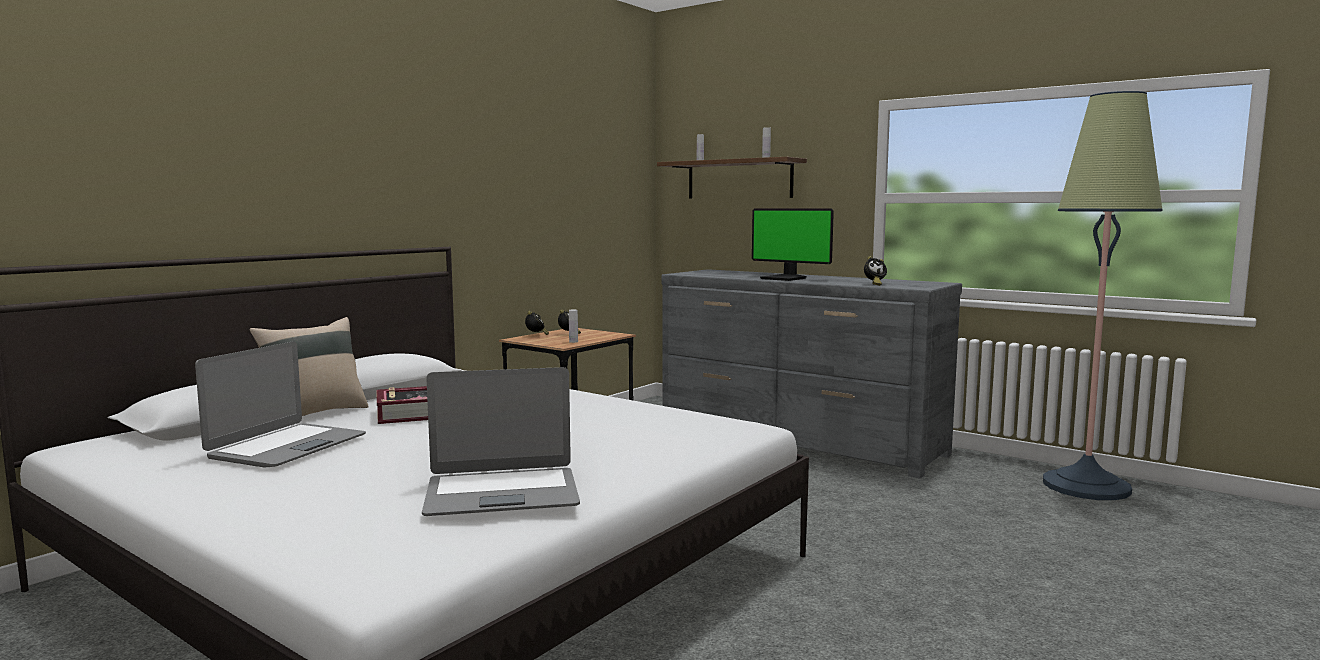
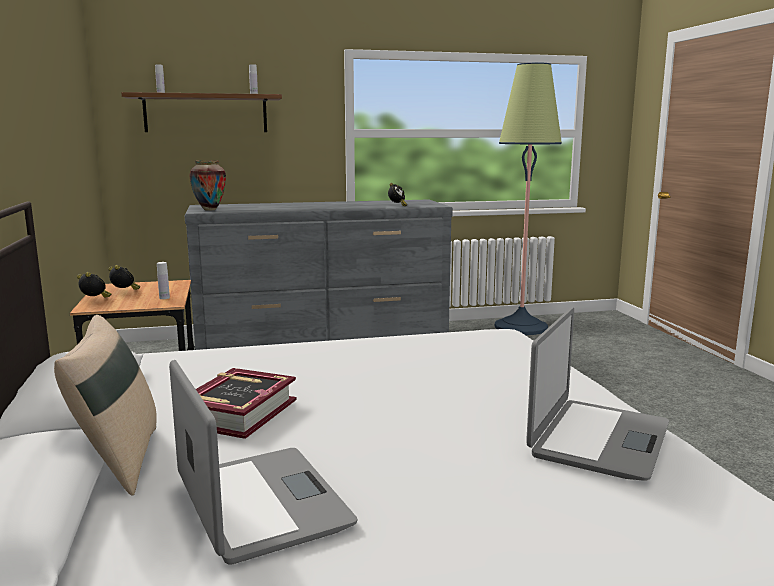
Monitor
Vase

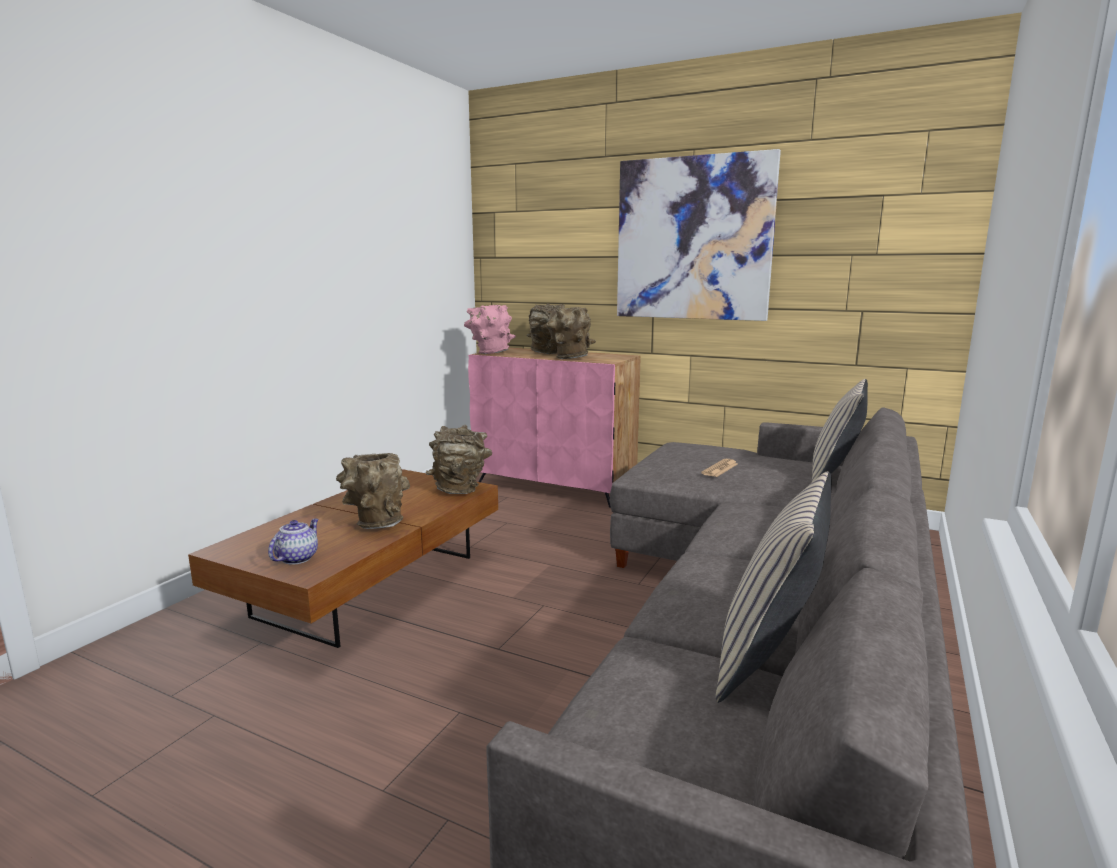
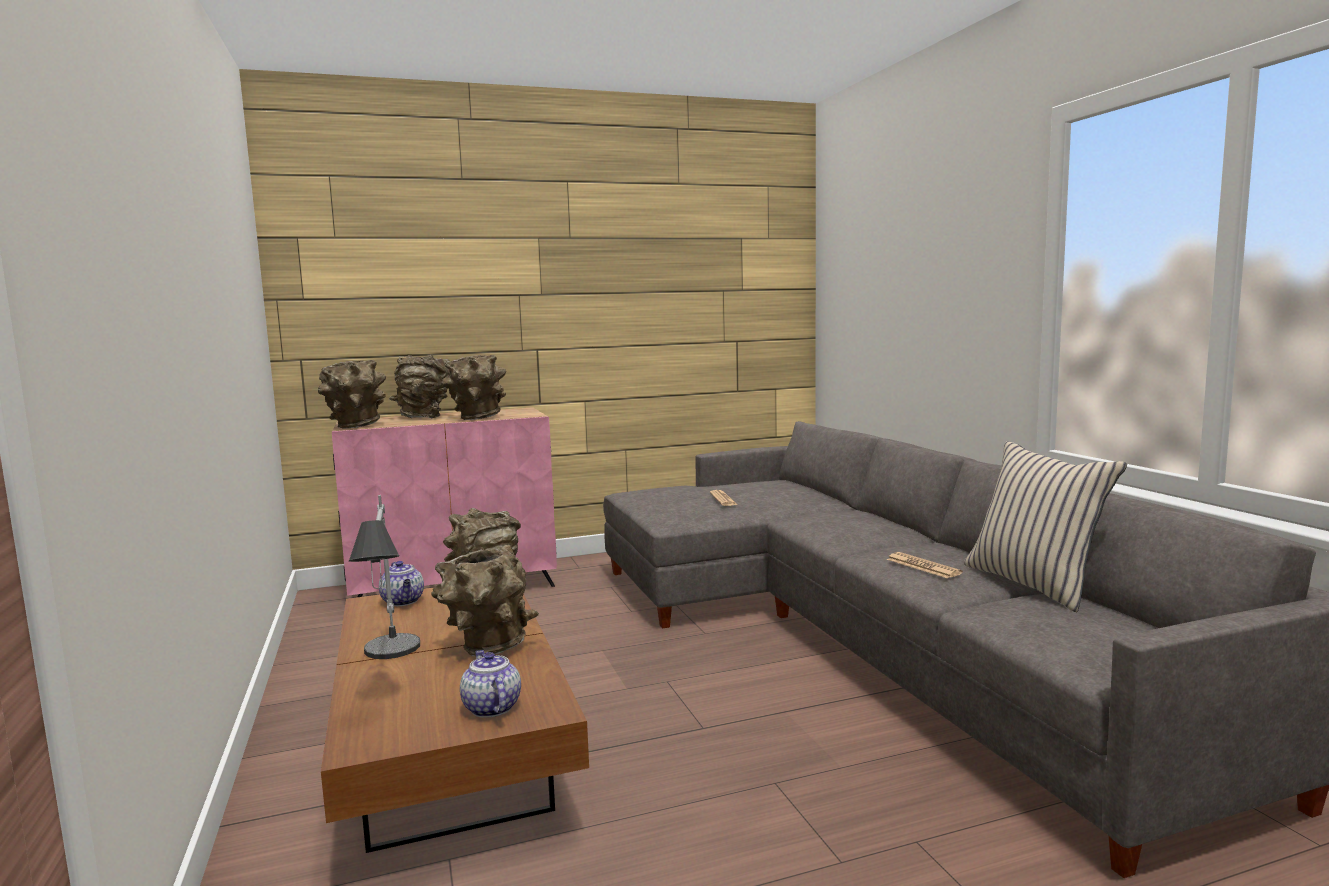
Vase (braun) (no. 1 from left)
Bild
Kissen (beige) (no. 2 from left in the first image)
Tischlampe
Teekanne (no. 1 from left)
Zeitung (no. 2 from left)

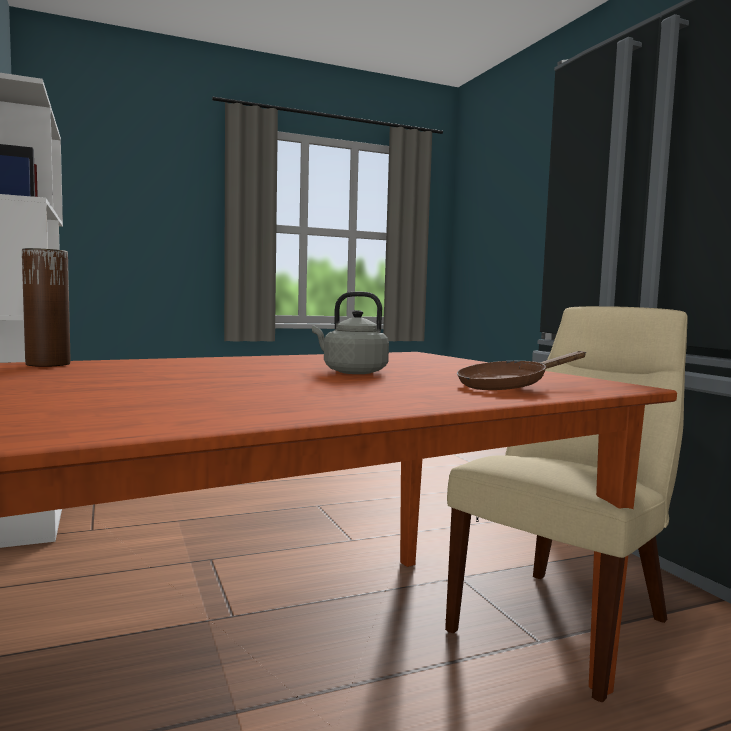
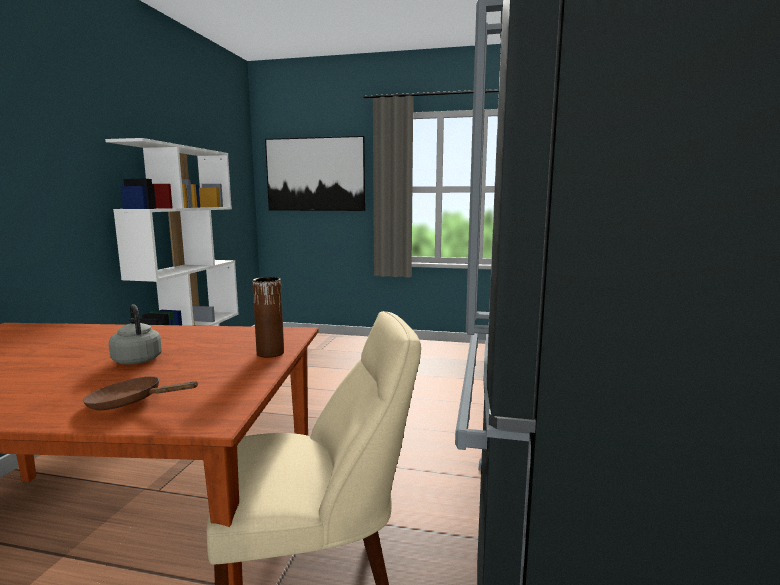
Vase (braun)
Bild

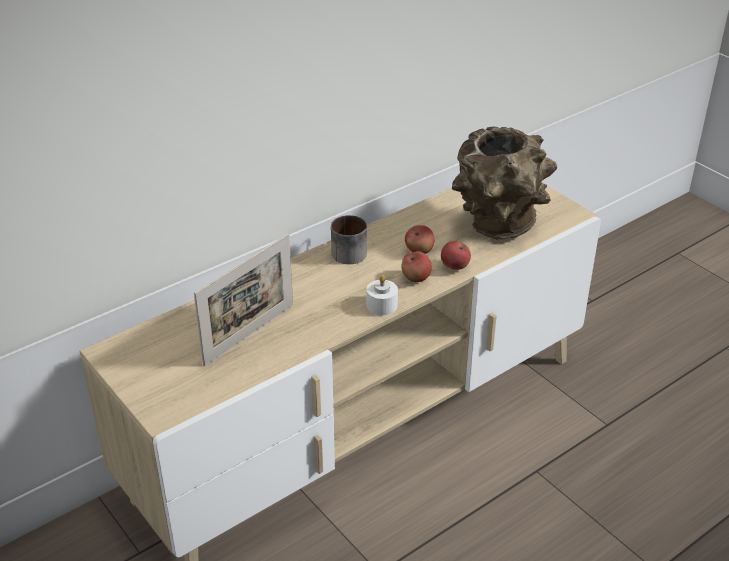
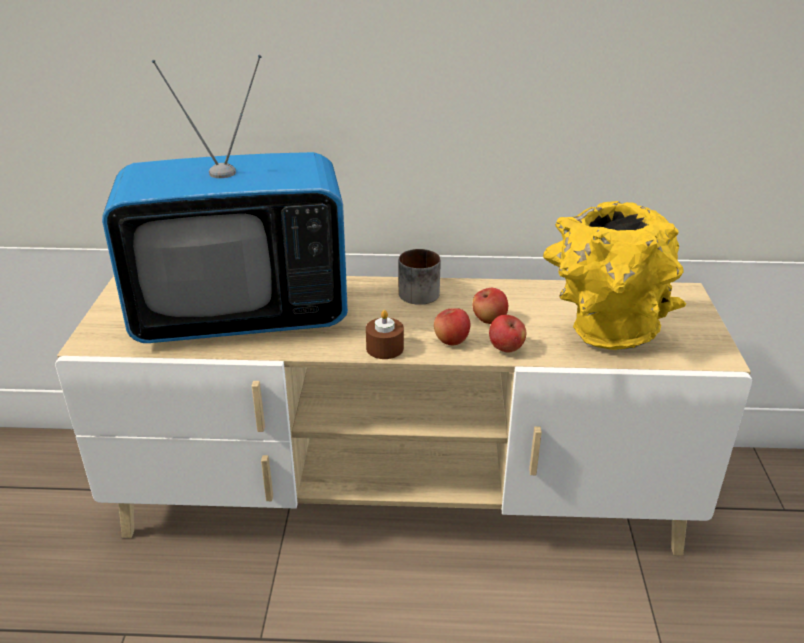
Fernseher
Kerze (braun)
Vase (gelb)

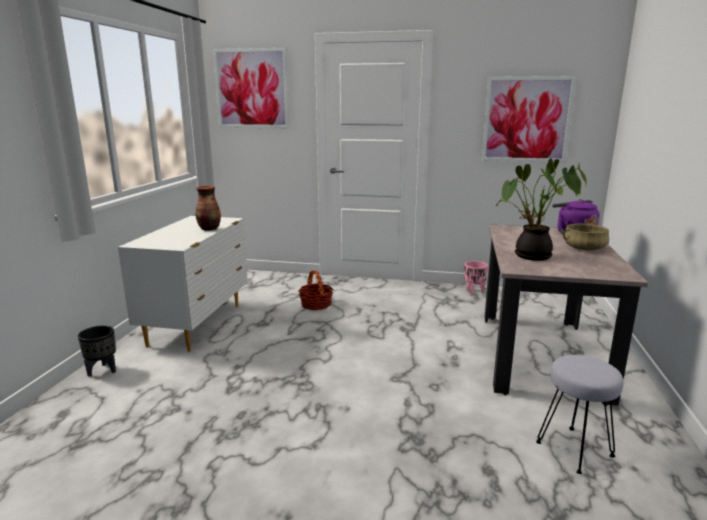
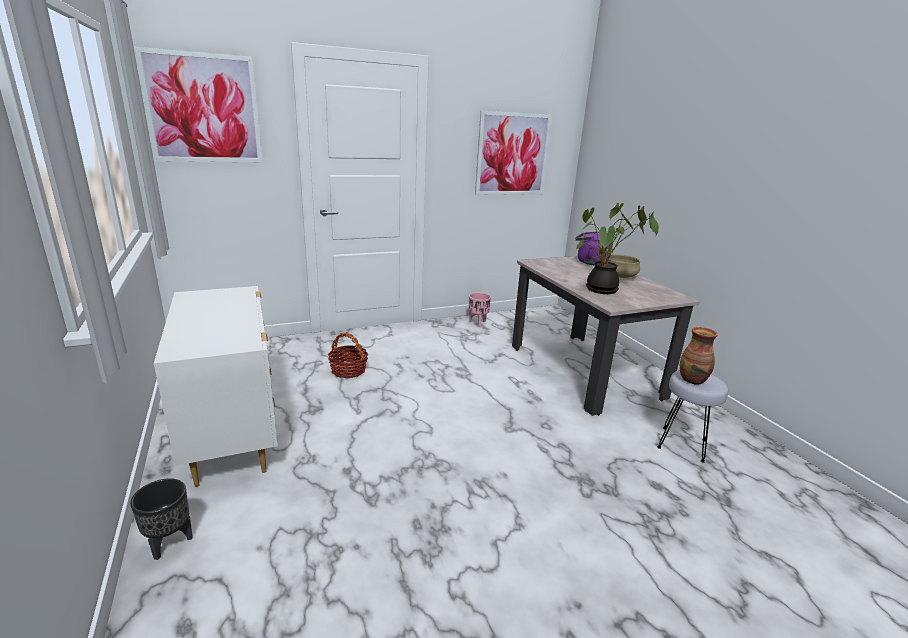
Vase

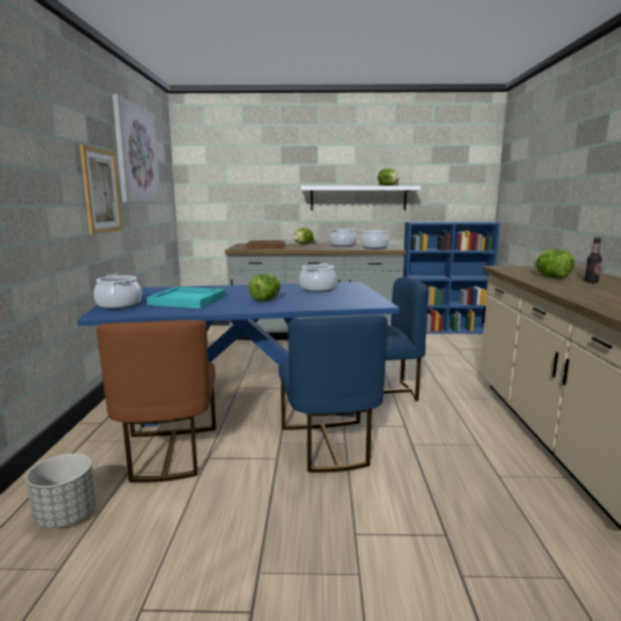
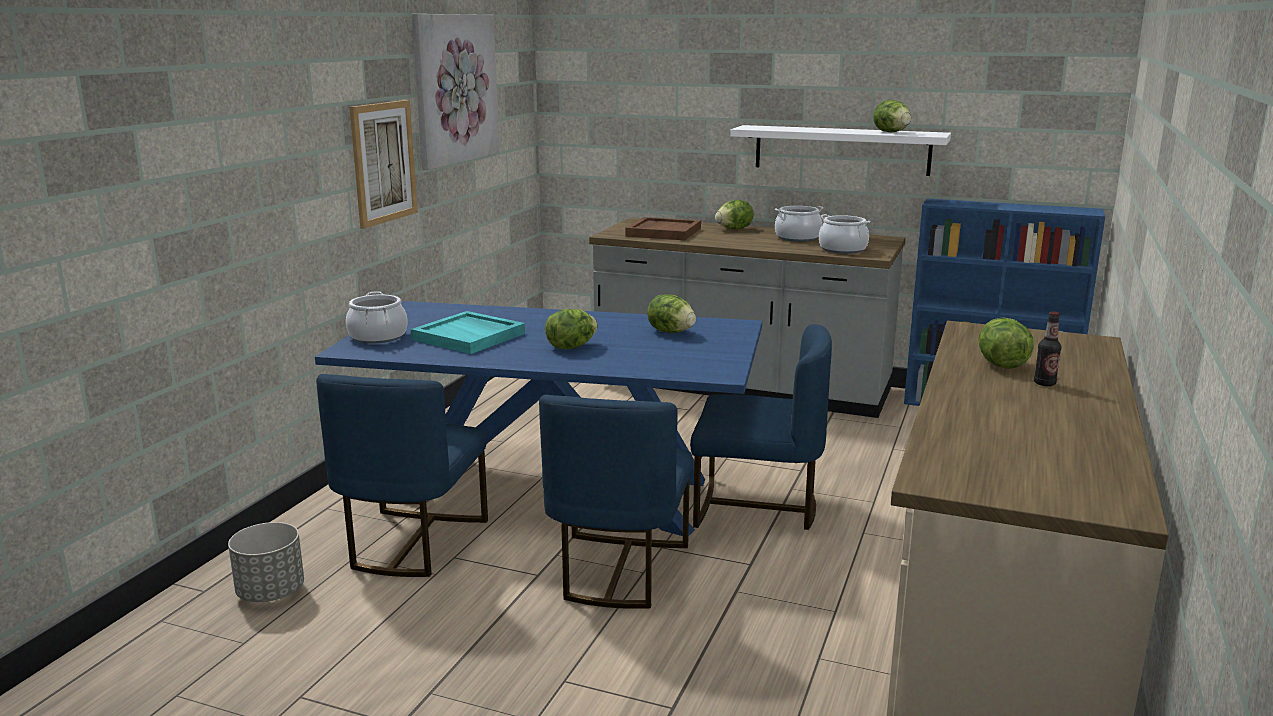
Stuhl (blau) (no. 1 from left)
Salatkopf (no. 2 from left)

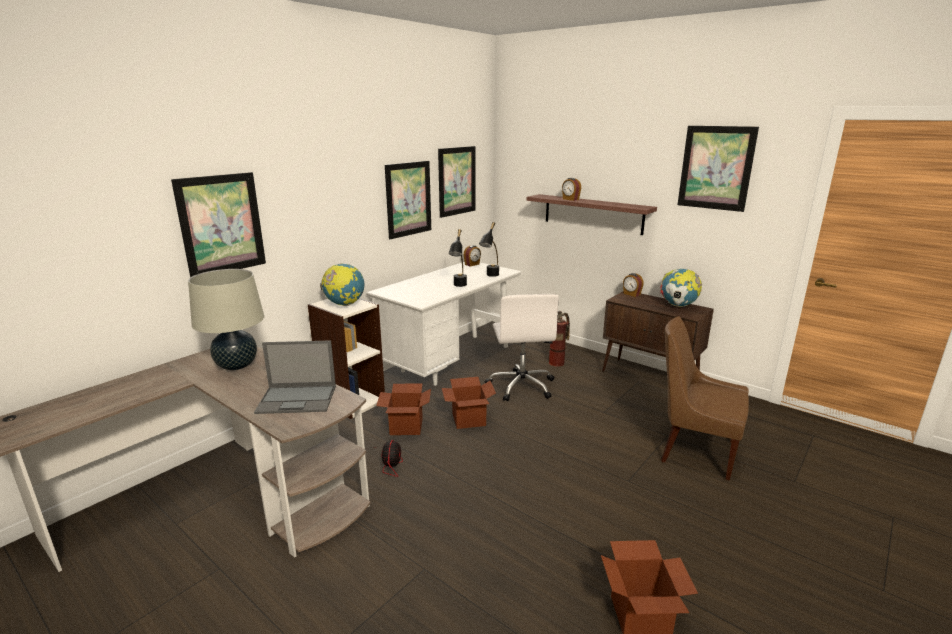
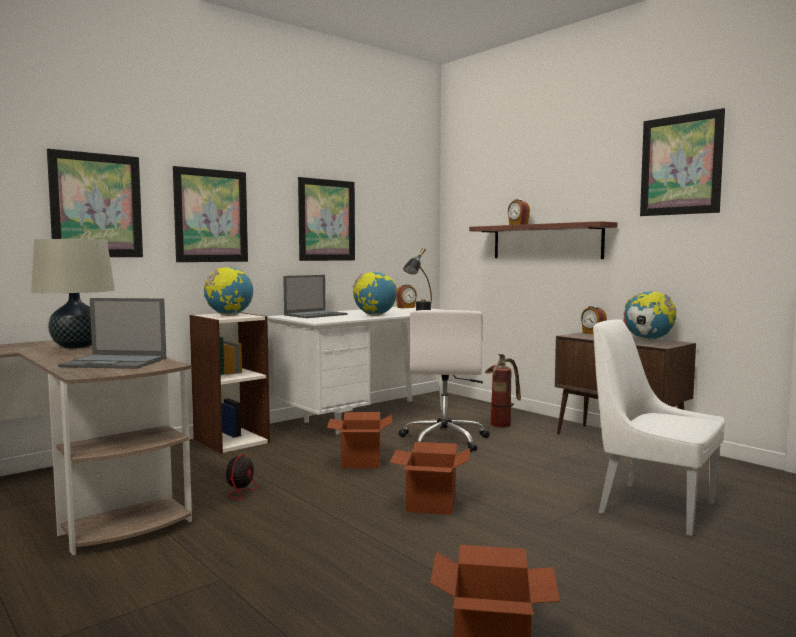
Karton (no. 2 from left)
Bild (no. 2 from left)
Globus (no. 2 from left)
Stuhl (weiß)
Laptop (no. 2 from left)

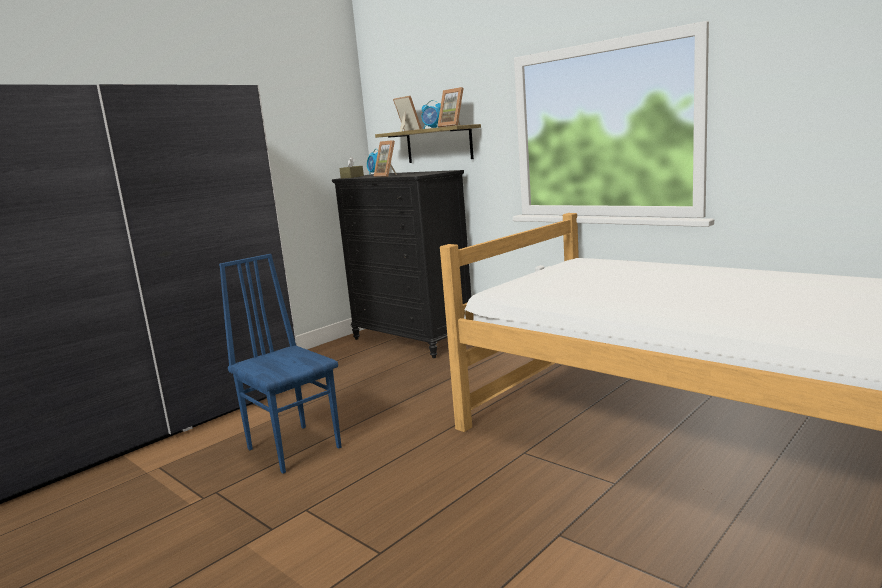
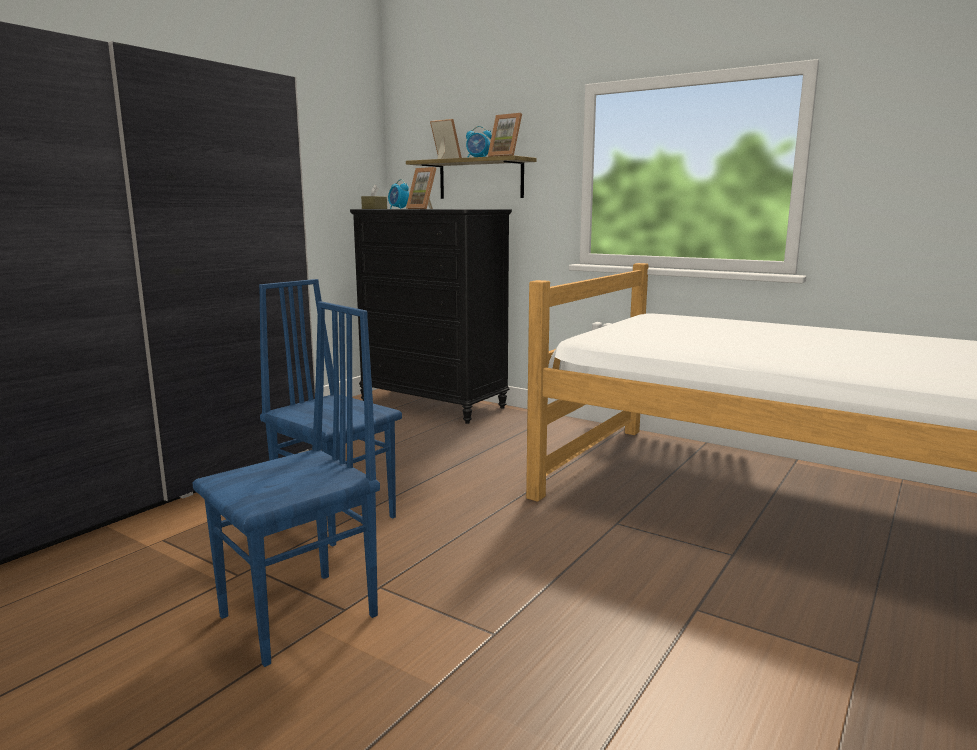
Stuhl (blau) (no. 1 from left)

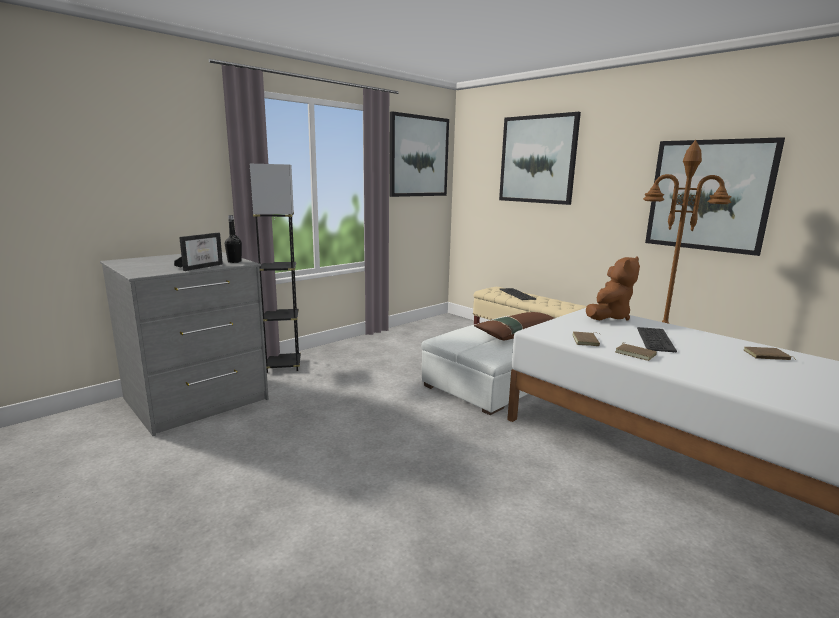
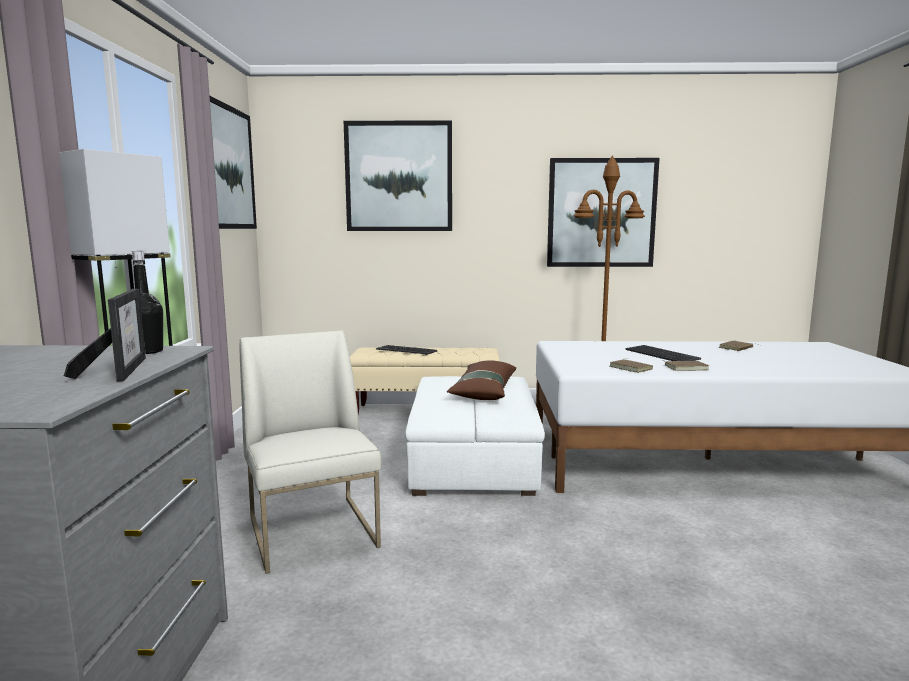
Plüschtier (braun)
Stuhl (weiß)

